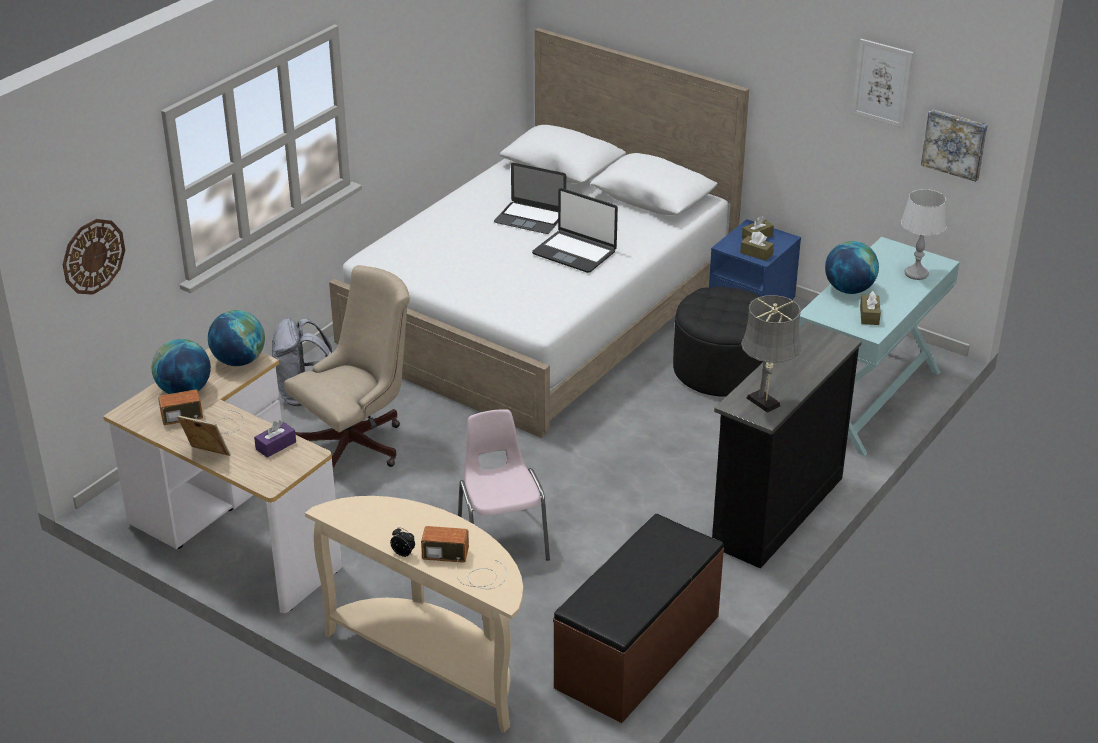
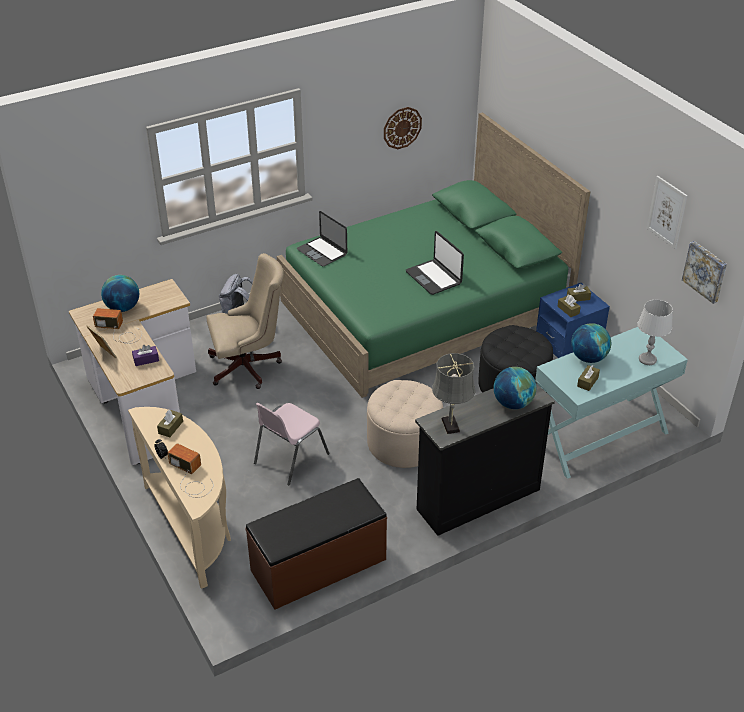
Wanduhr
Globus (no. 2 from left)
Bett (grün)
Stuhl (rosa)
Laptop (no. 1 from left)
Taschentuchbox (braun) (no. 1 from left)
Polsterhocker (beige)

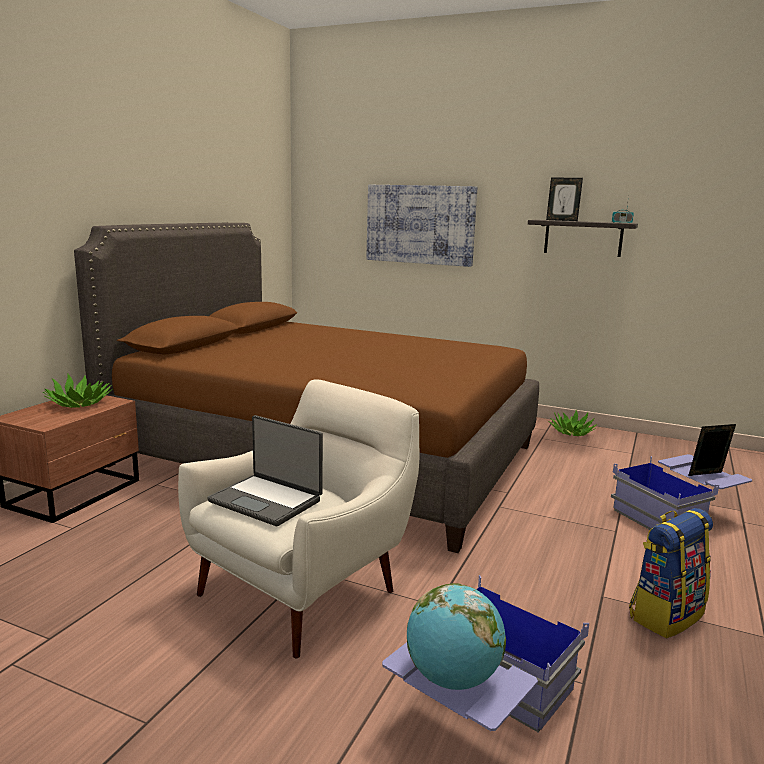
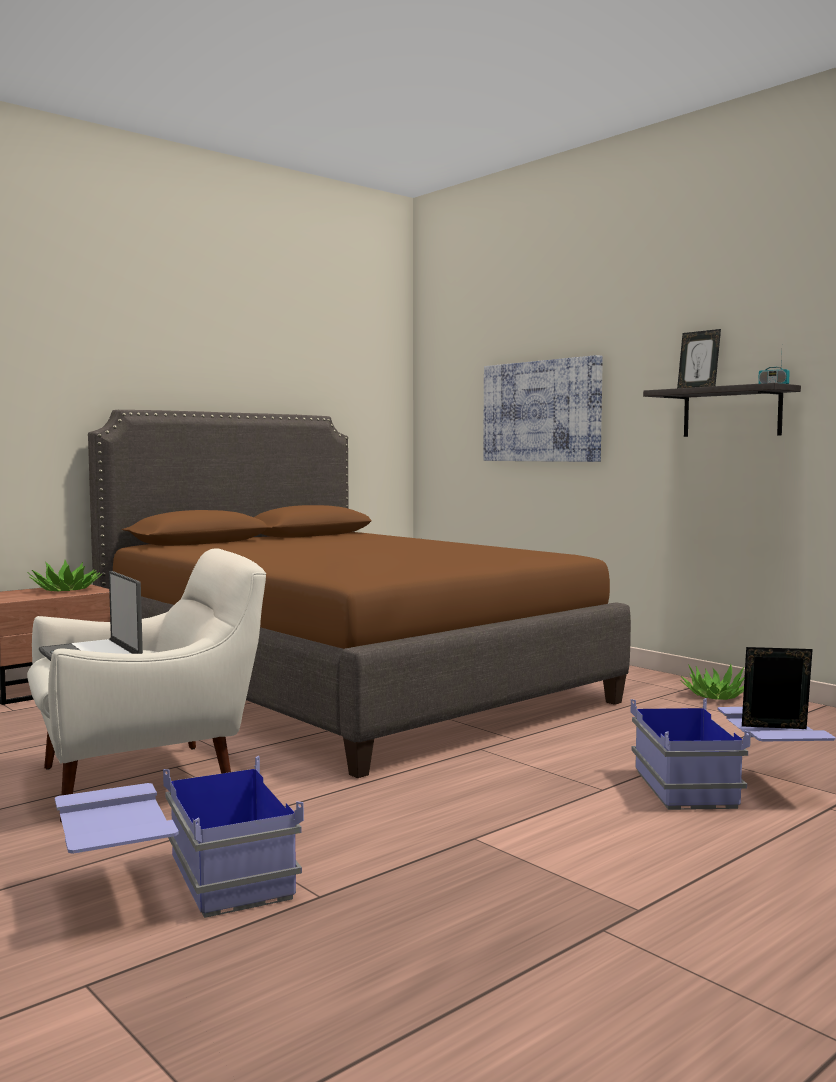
Globus
Rucksack

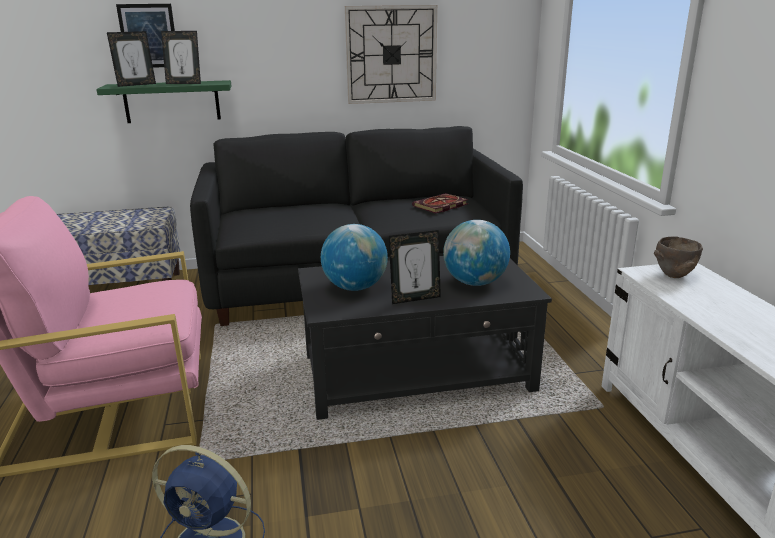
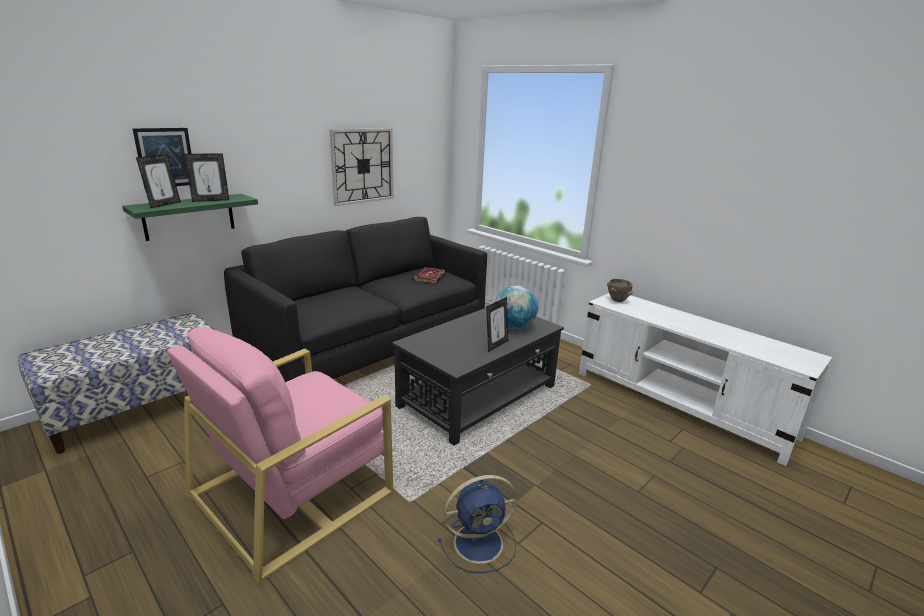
Globus (no. 1 from left in the first image)

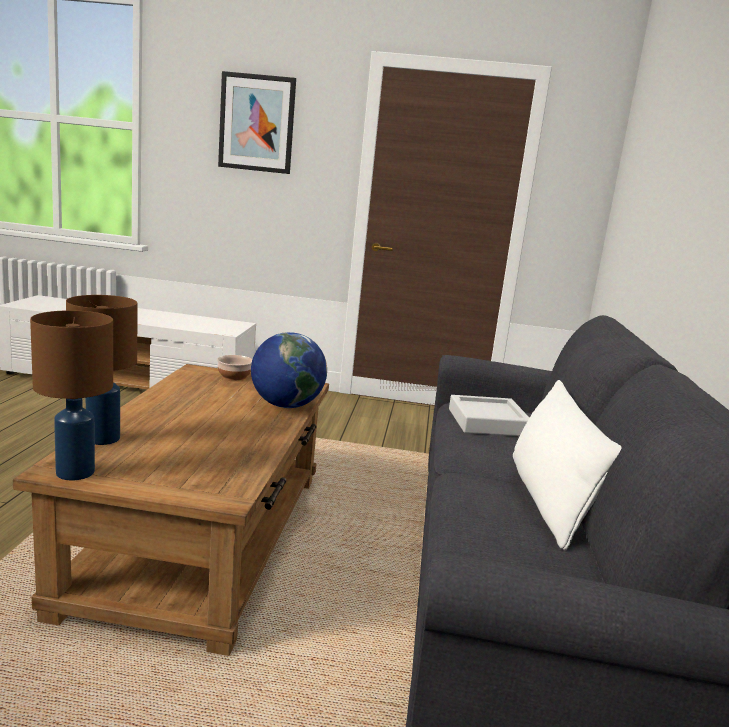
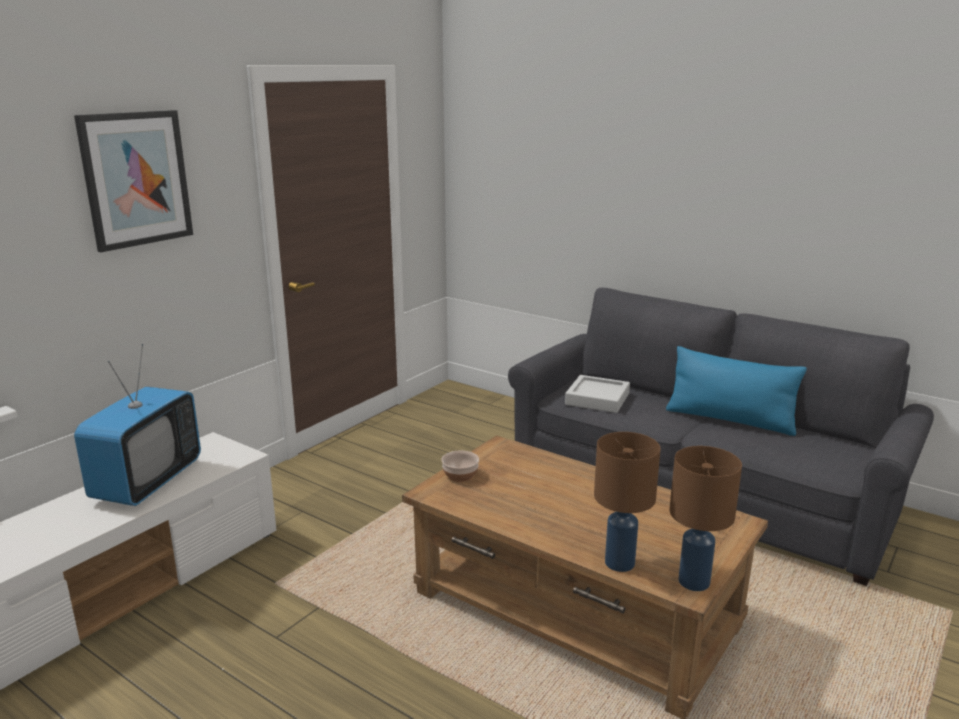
Globus
Kissen (blau)
Fernseher

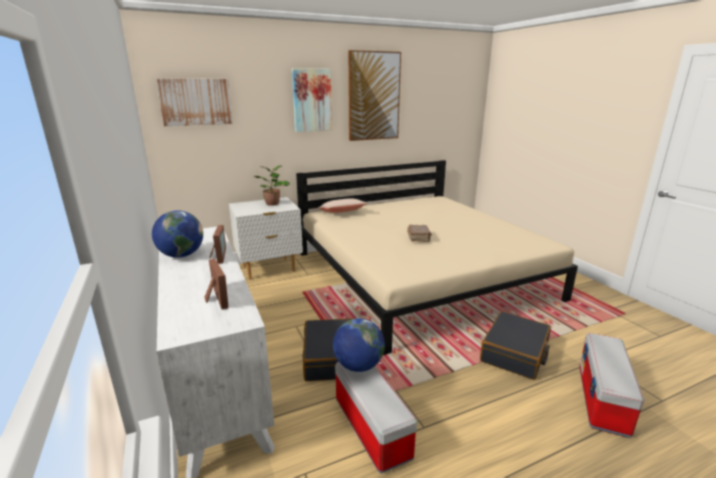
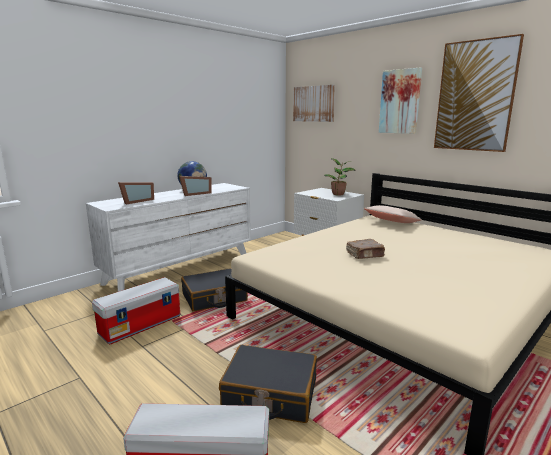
Globus (no. 2 from left in the first image)

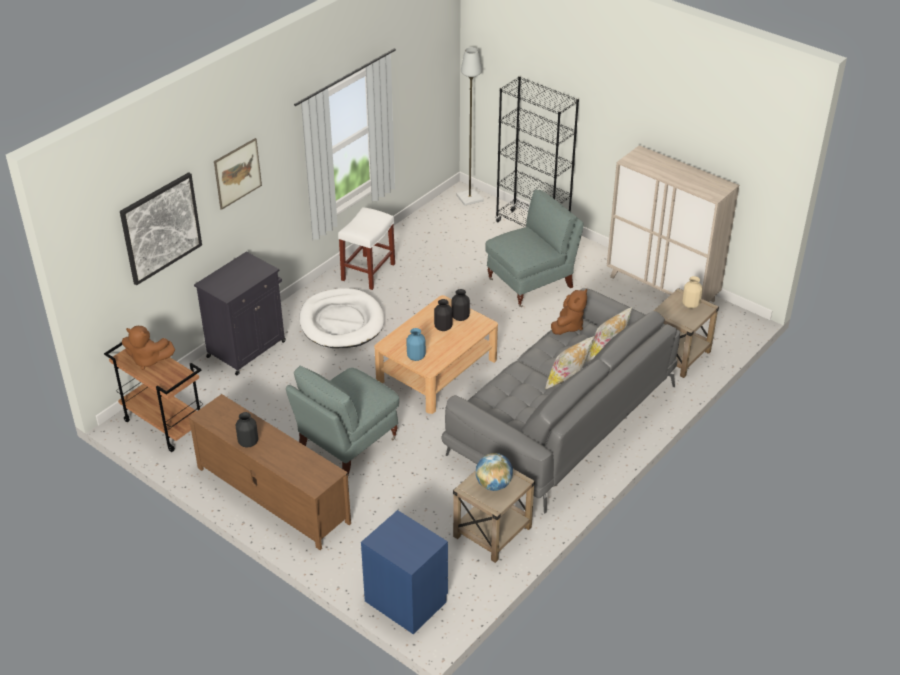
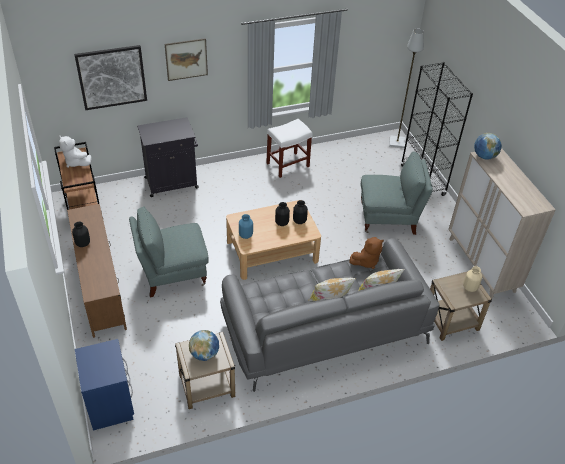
Plüschtier (weiß)
Hundebett (weiß)
Globus (no. 2 from left)

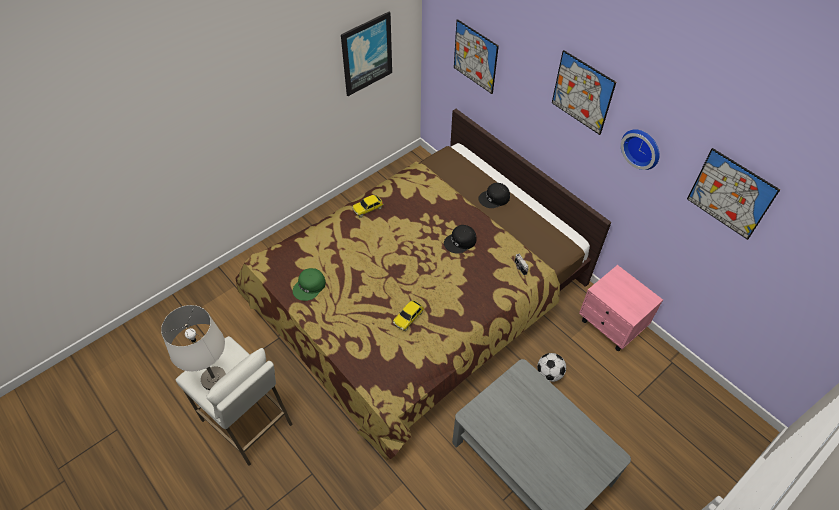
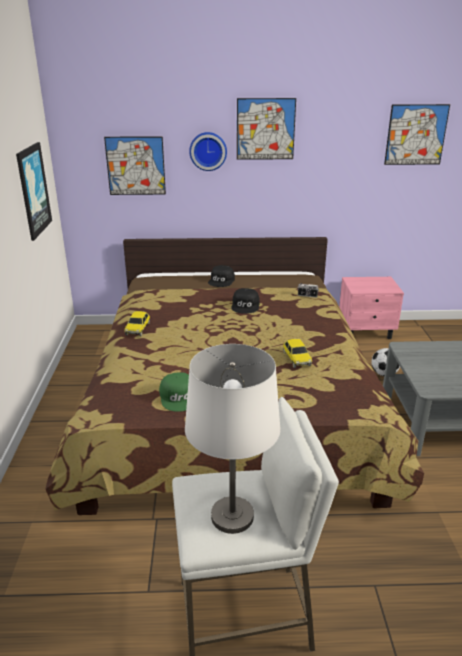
Wanduhr

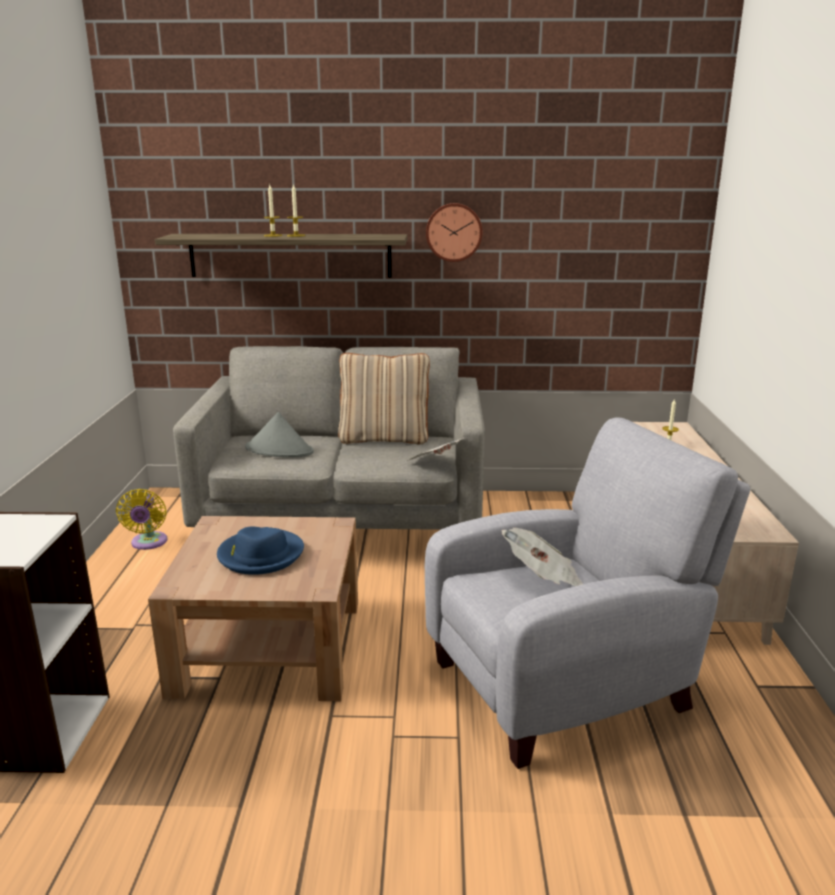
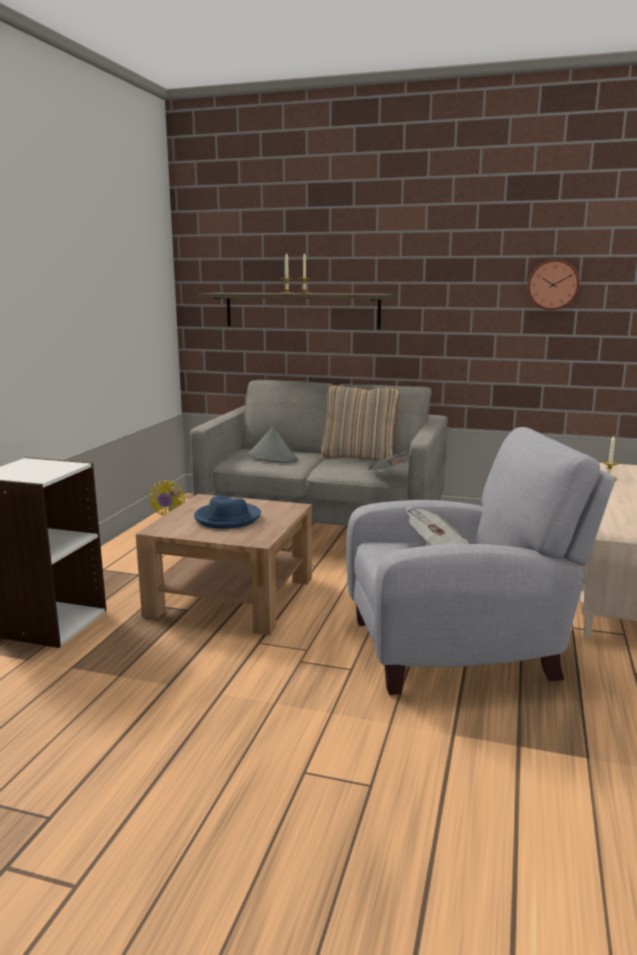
Wanduhr

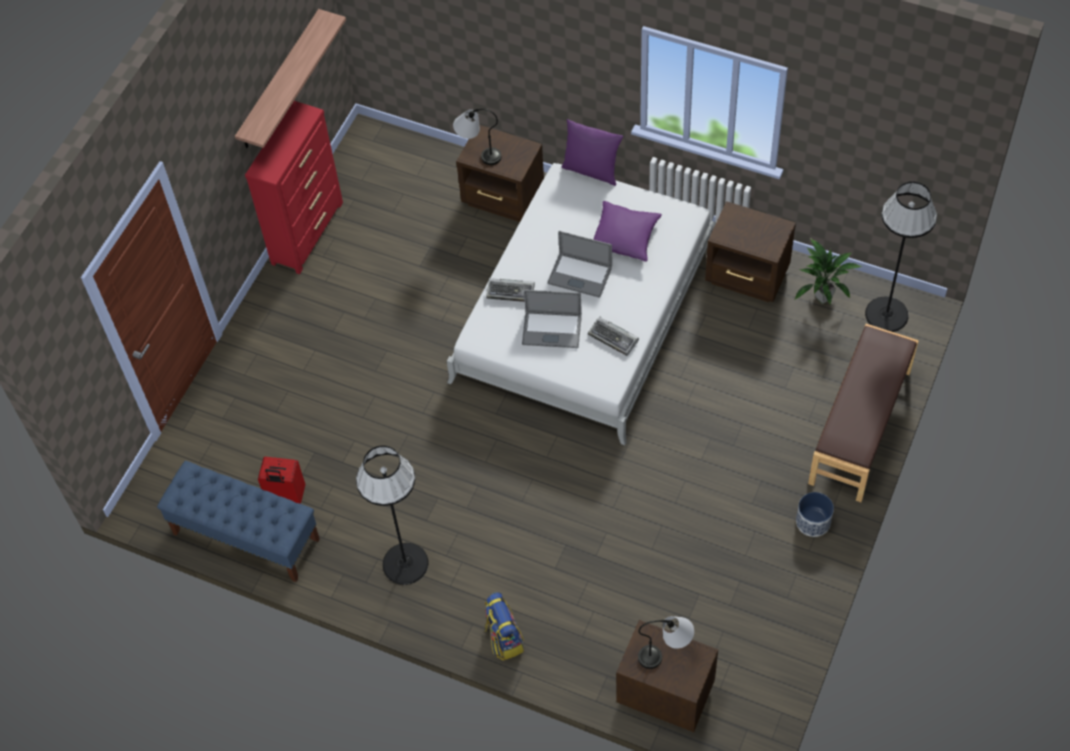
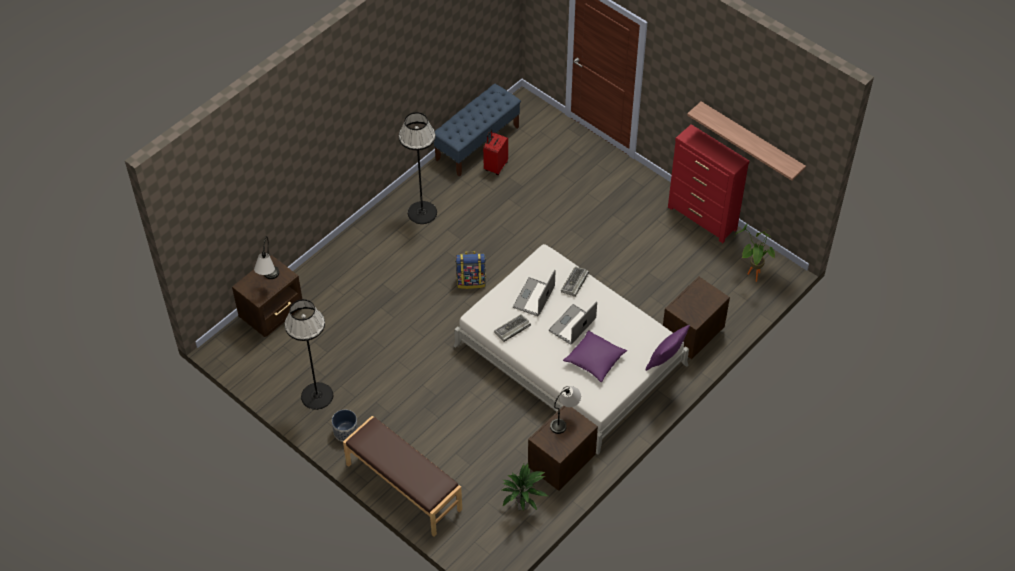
Tischlampe (no. 2 from left)
Rucksack
Stehlampe (schwarz) (no. 1 from left)
Topfpflanze (no. 2 from left)

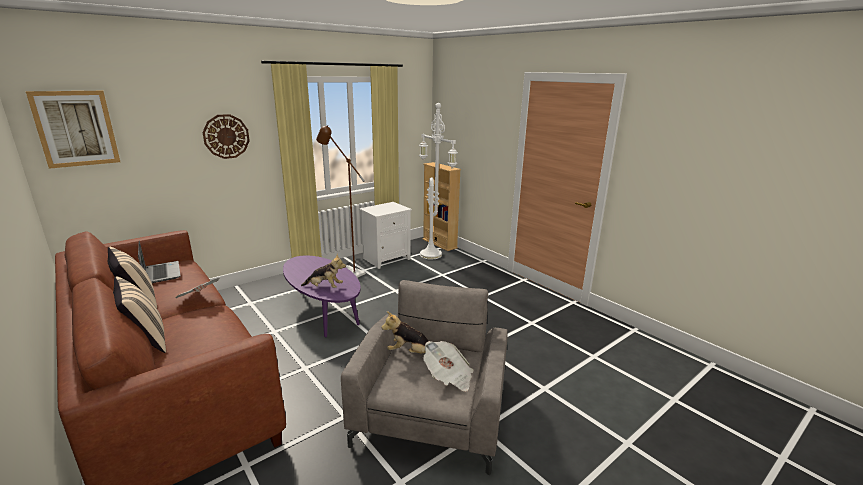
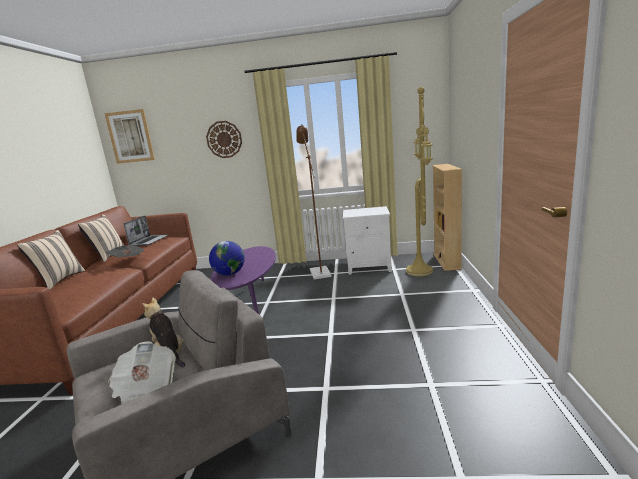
Globus
Stehlampe (gelb)

